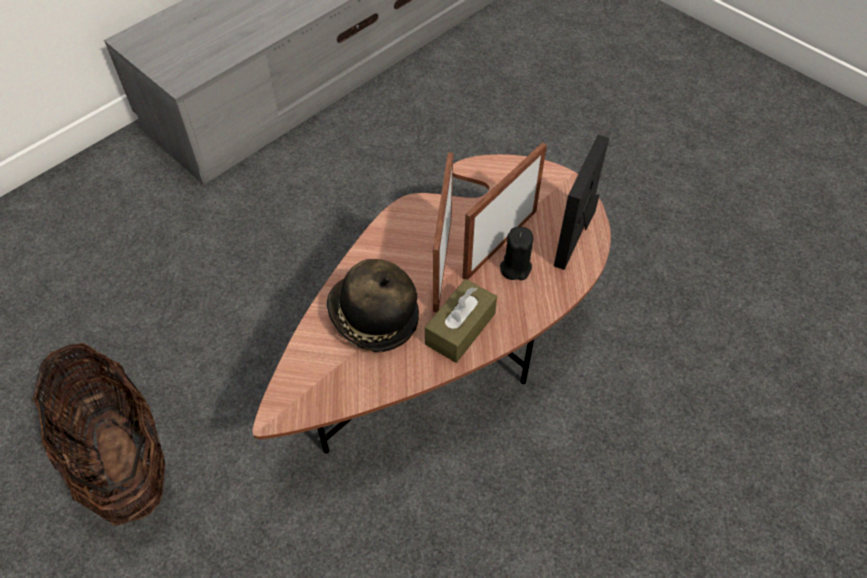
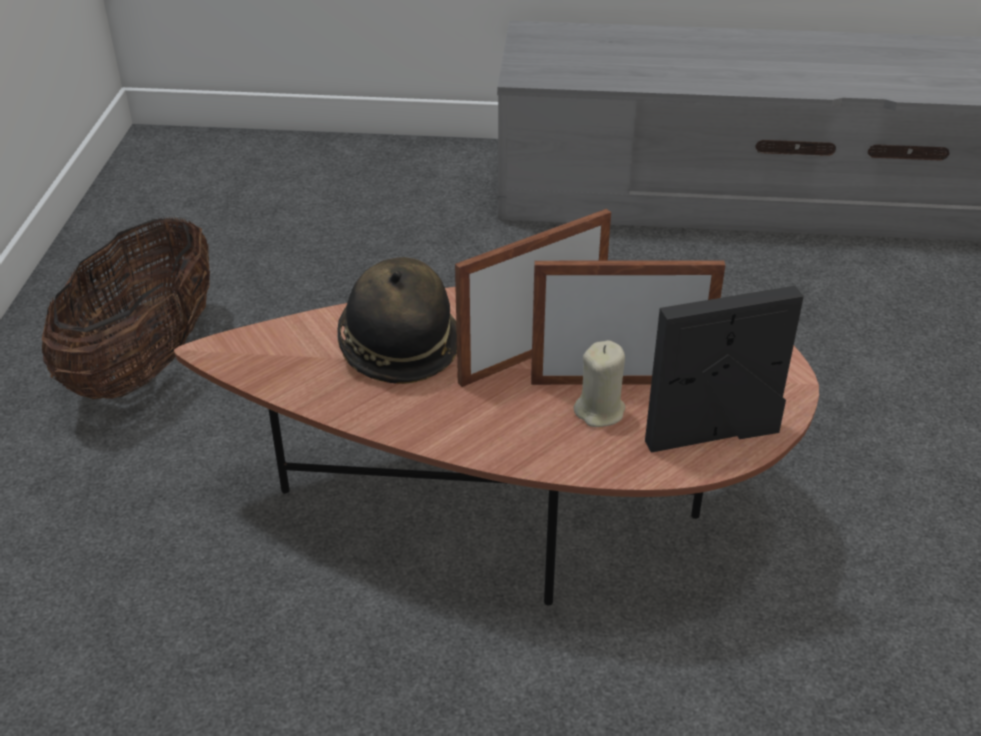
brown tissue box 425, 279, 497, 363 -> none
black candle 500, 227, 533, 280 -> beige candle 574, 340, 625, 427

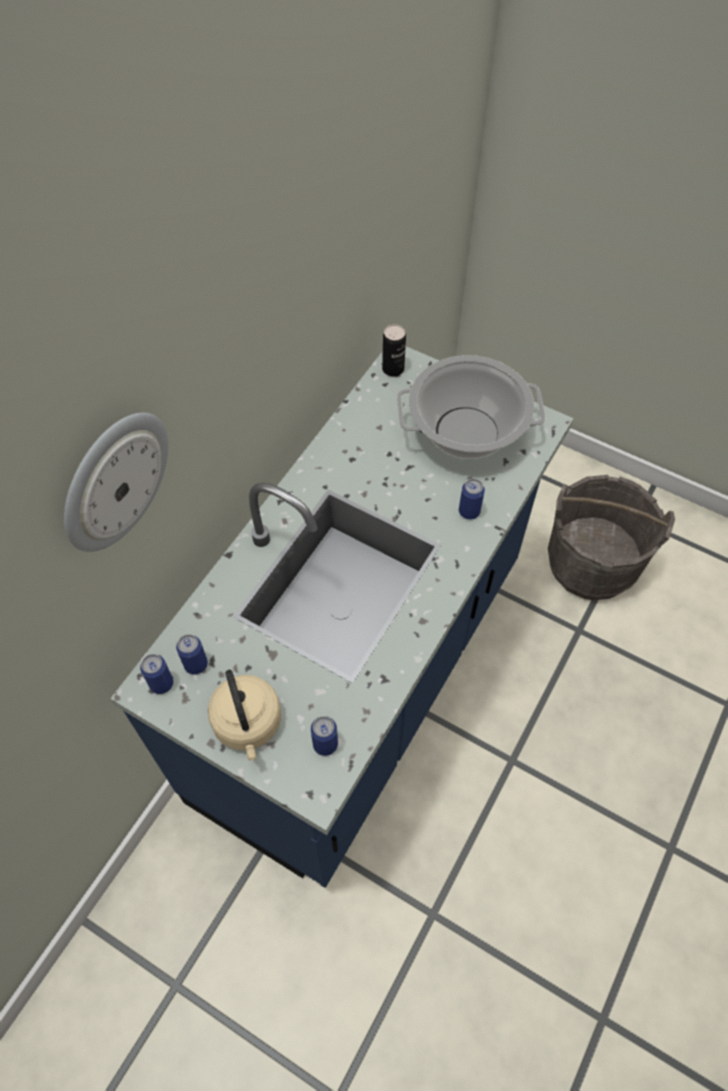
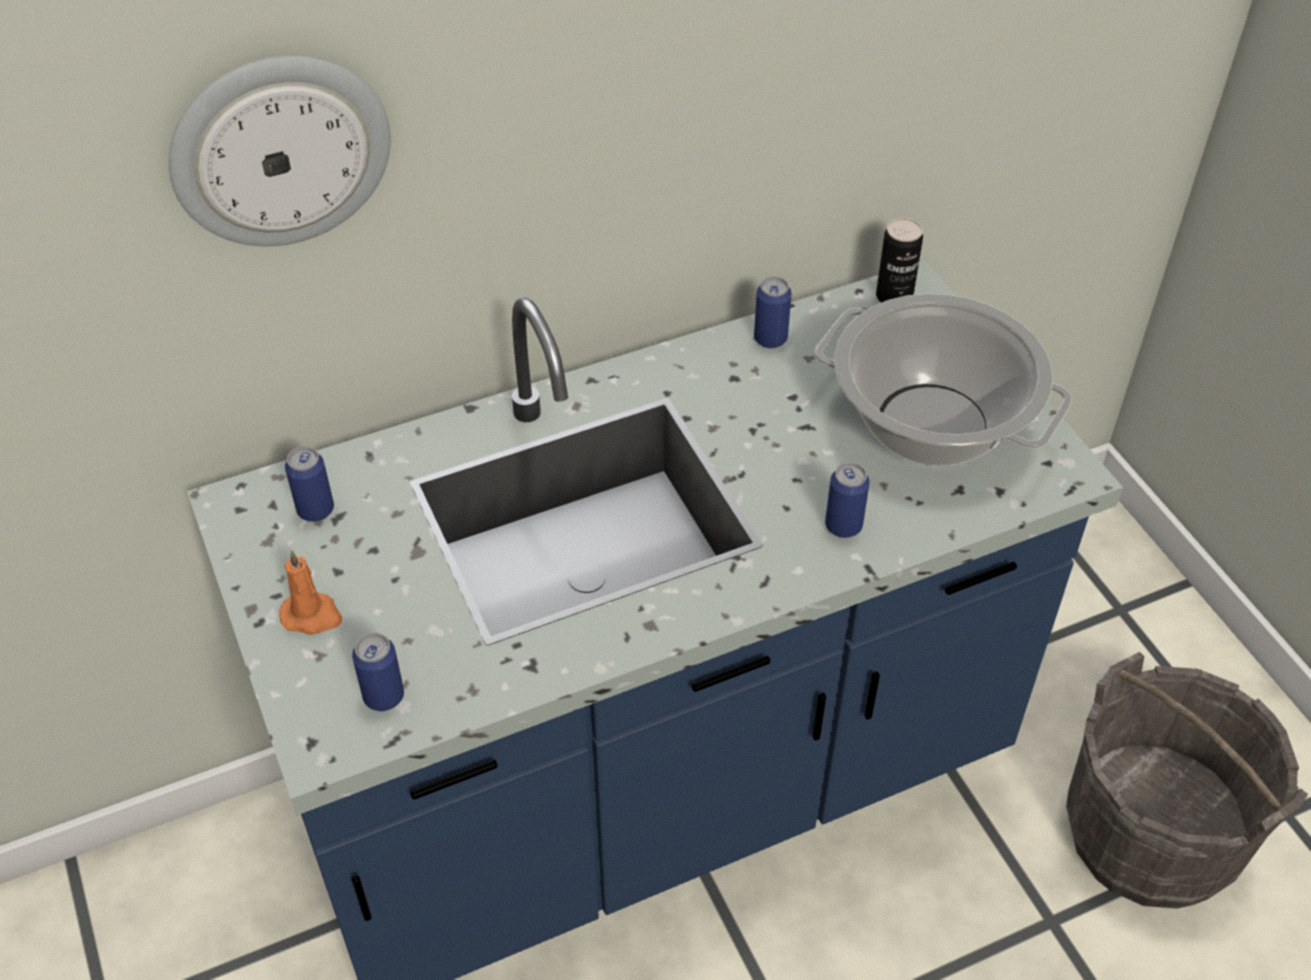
can 140, 654, 173, 694 -> can 754, 276, 792, 348, move
beige kettle 208, 670, 281, 761 -> orange candle 279, 551, 342, 635

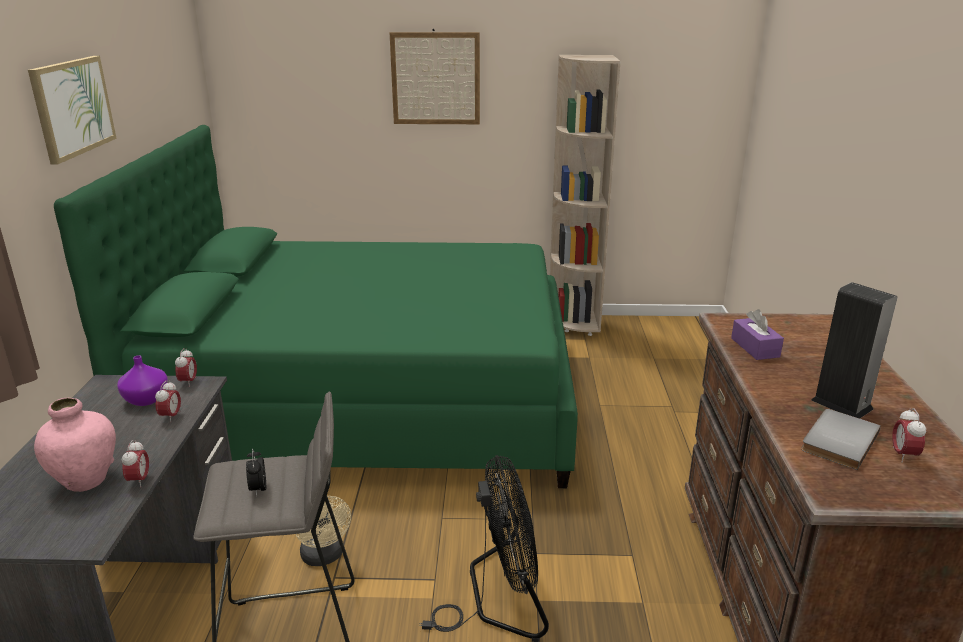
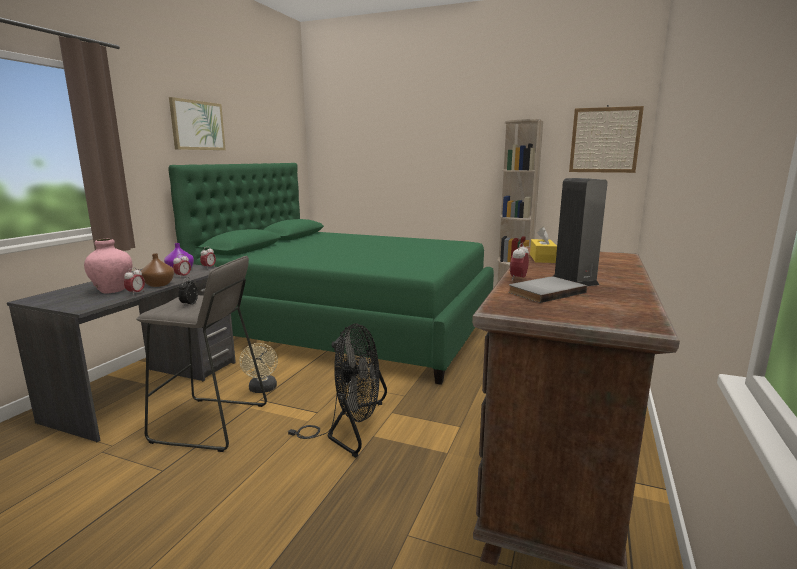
none -> brown vase 141, 254, 174, 287
picture 390, 29, 480, 124 -> picture 569, 105, 644, 173, move
alarm clock 892, 408, 926, 462 -> alarm clock 510, 243, 529, 280, move
purple tissue box 731, 309, 784, 360 -> yellow tissue box 530, 227, 557, 263

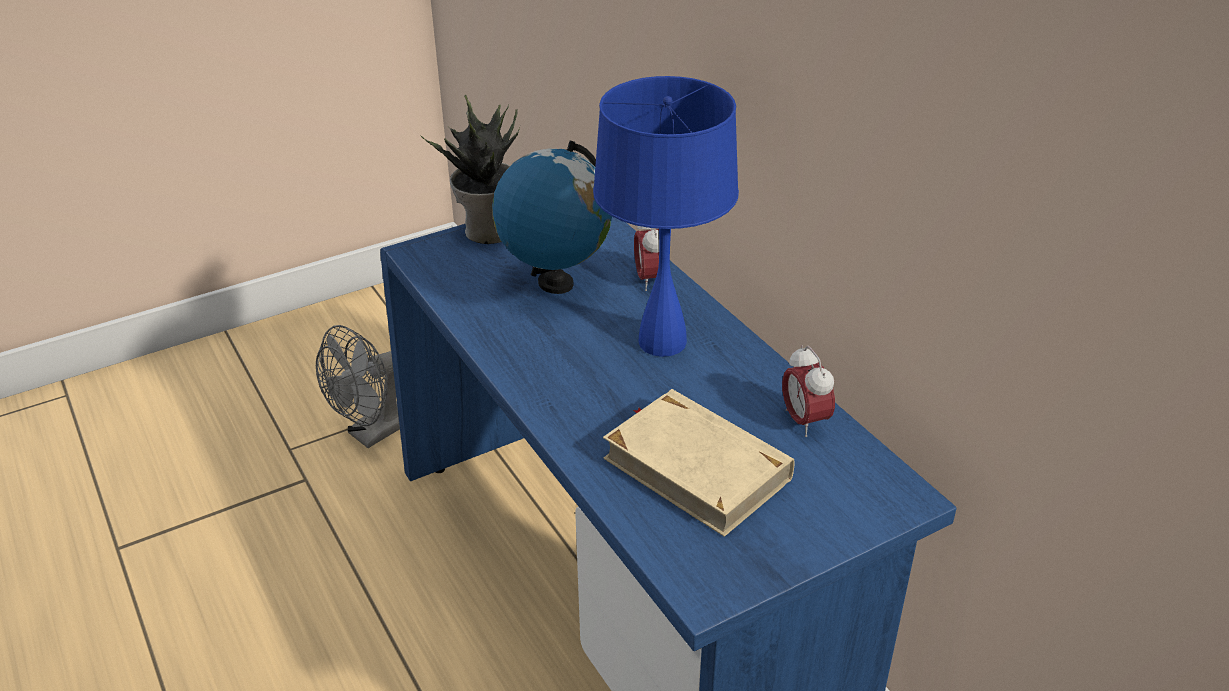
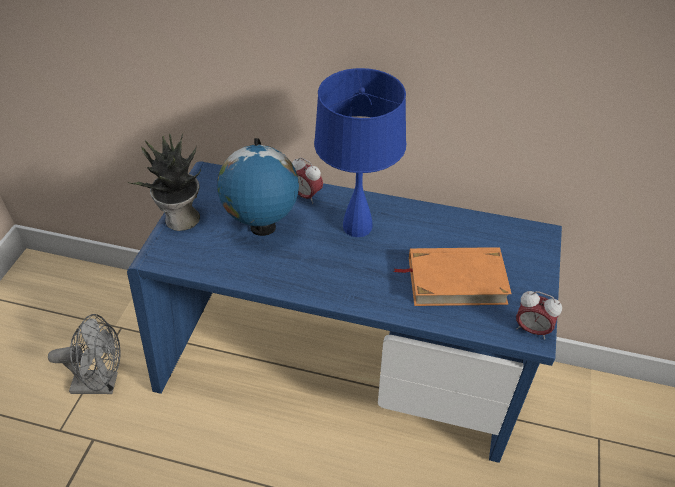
alarm clock 782, 345, 835, 437 -> alarm clock 516, 291, 562, 339, move
beige book 603, 389, 794, 537 -> orange book 393, 247, 512, 306
grey fan 316, 325, 400, 448 -> grey fan 48, 314, 120, 394, 90 degrees counterclockwise

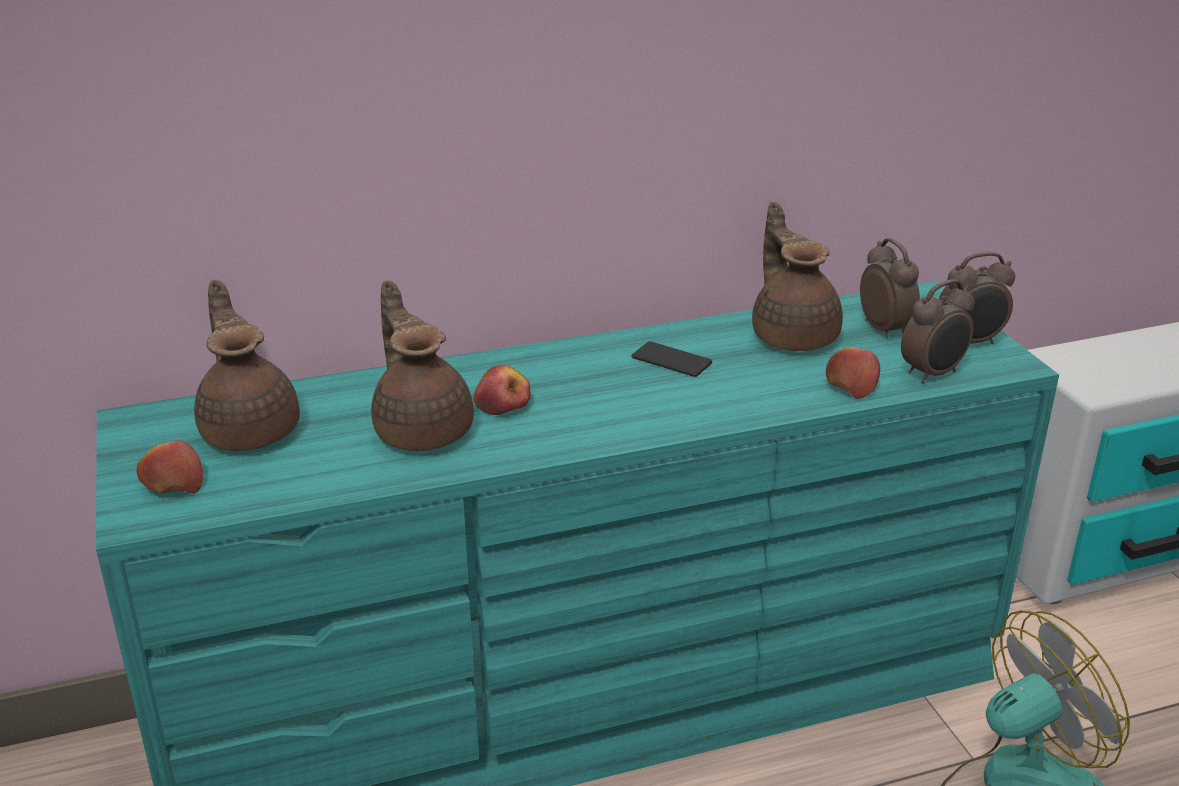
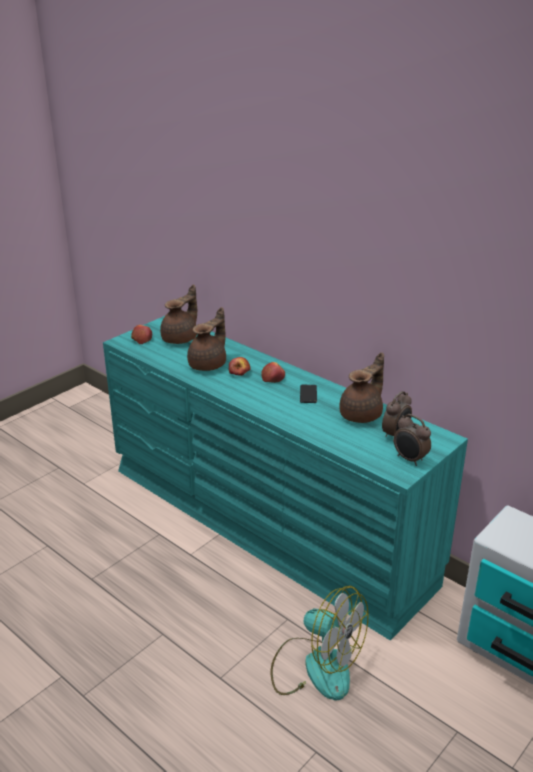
alarm clock 901, 279, 974, 384 -> none
apple 826, 347, 880, 399 -> apple 261, 362, 285, 383, move

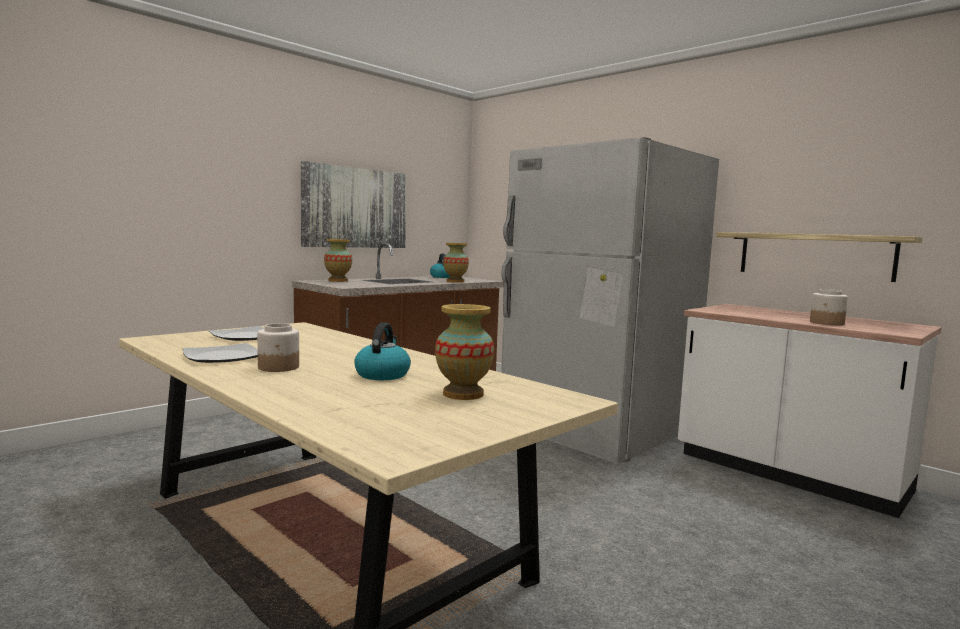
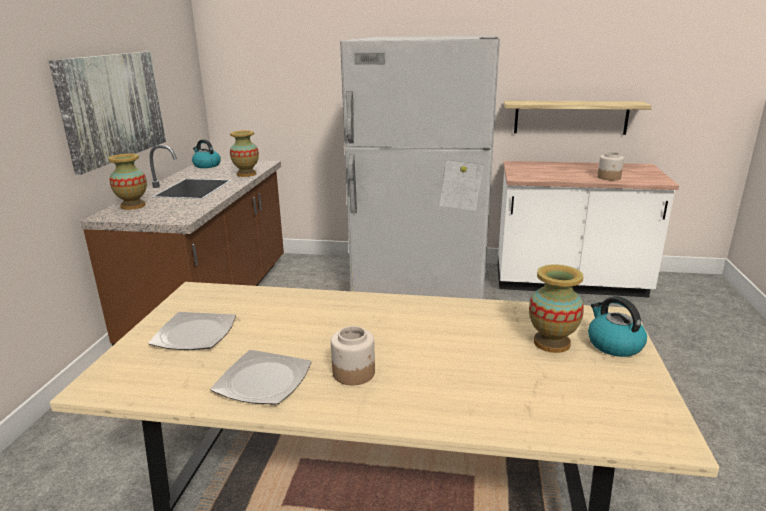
kettle 354, 323, 411, 380 -> kettle 588, 296, 647, 357, move

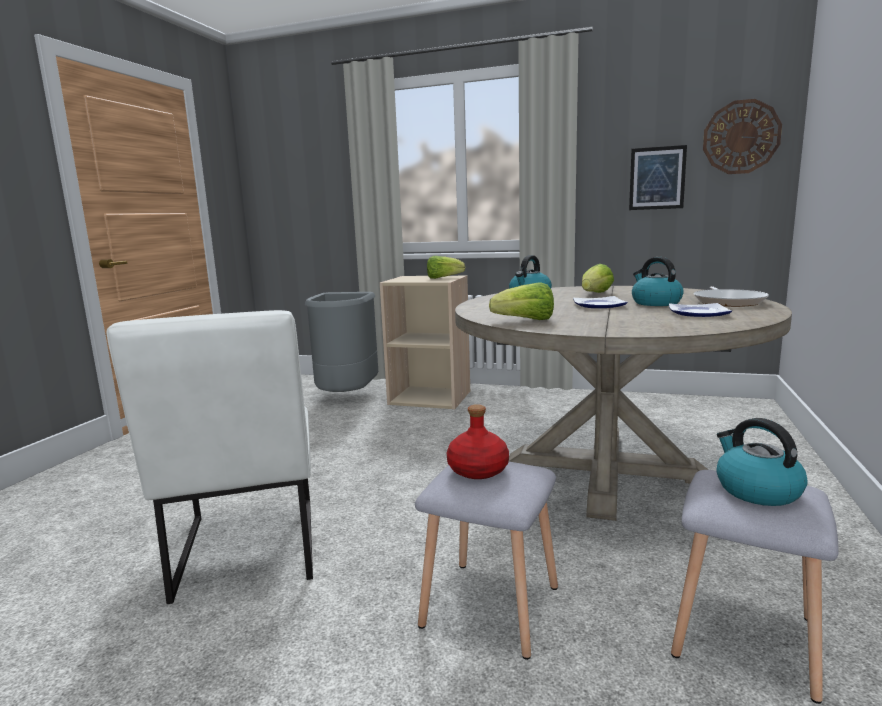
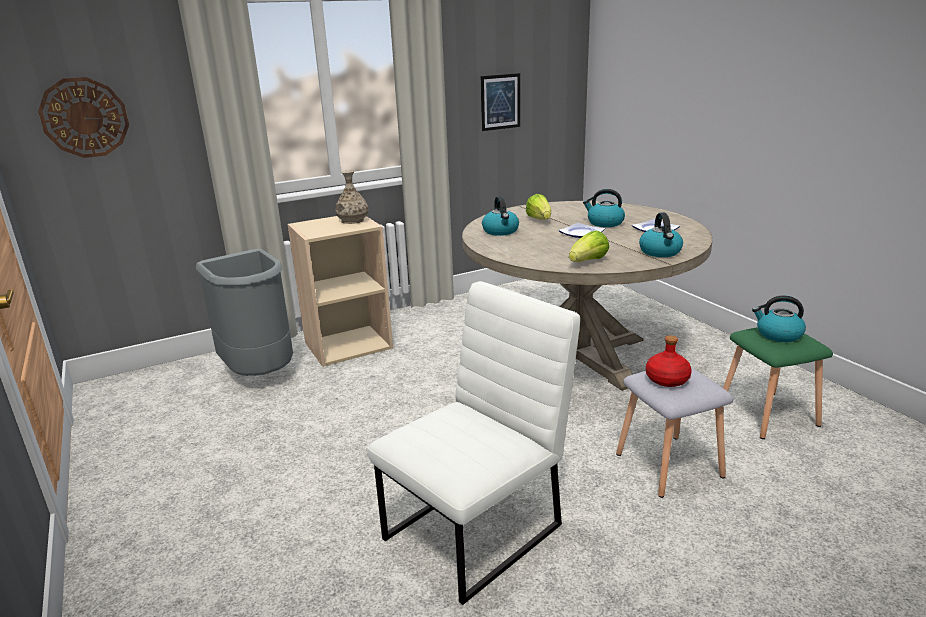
frying pan 693, 286, 769, 307 -> none
none -> kettle 639, 212, 683, 257
wall clock 703, 99, 782, 174 -> wall clock 38, 77, 129, 158, move
lettuce 427, 256, 465, 279 -> vase 335, 170, 368, 224
grey stool 671, 470, 838, 704 -> green stool 723, 327, 833, 439
white chair 107, 310, 313, 604 -> white chair 368, 281, 580, 605, 75 degrees counterclockwise

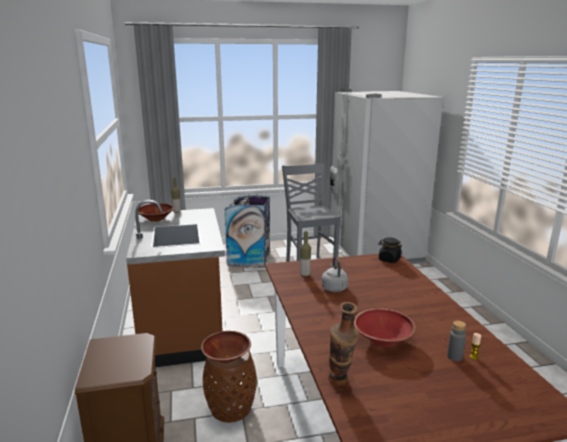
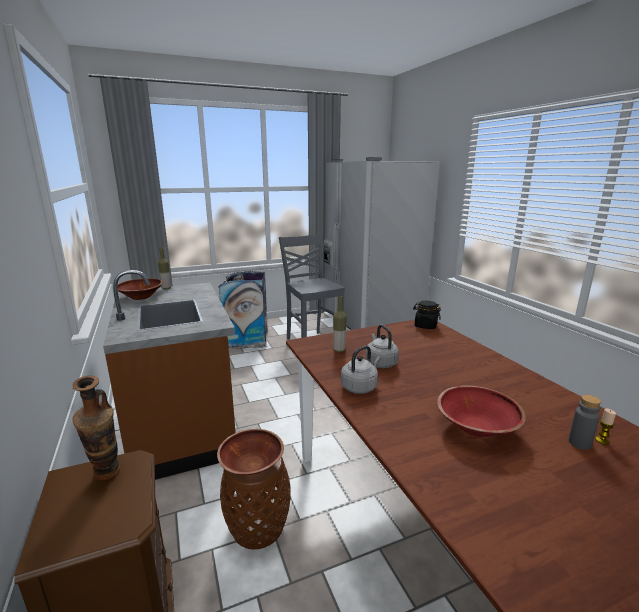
none -> grey kettle 341, 345, 380, 394
vase 328, 302, 359, 386 -> vase 72, 376, 120, 481, move

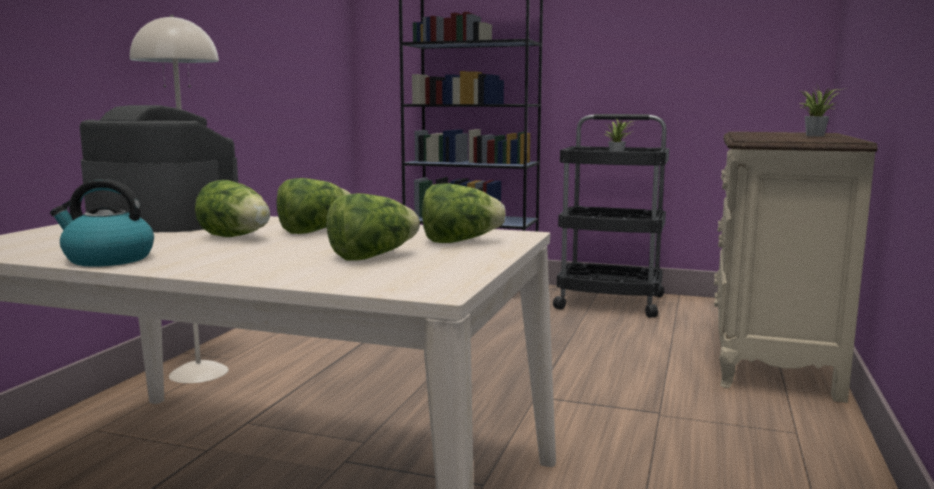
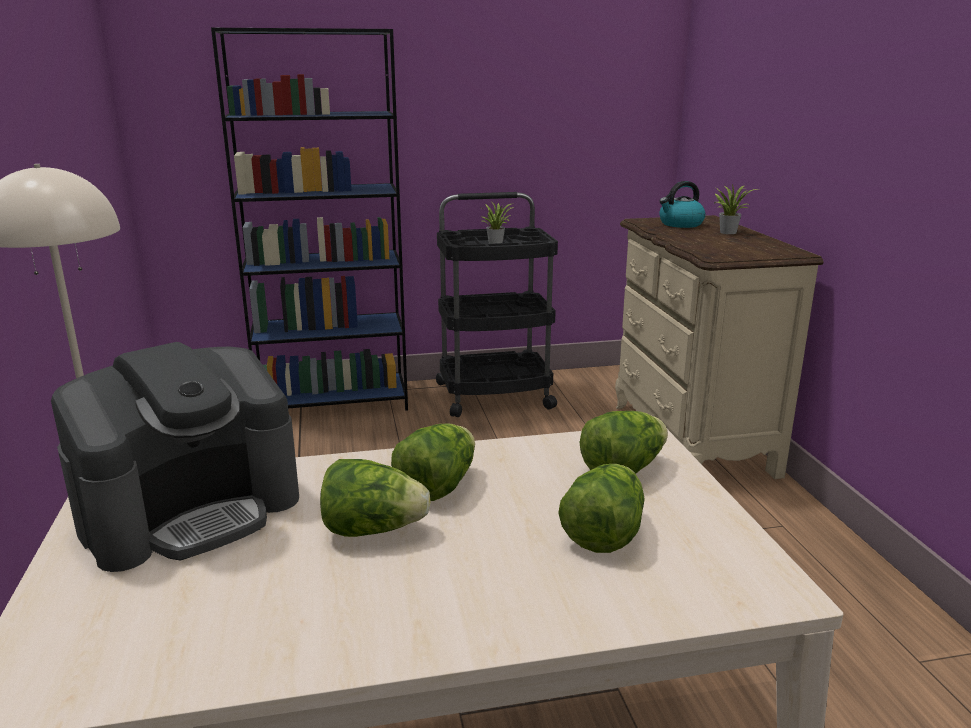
kettle 50, 179, 154, 267 -> kettle 659, 181, 706, 228, move
coffee machine 80, 105, 238, 232 -> coffee machine 51, 342, 299, 572, 150 degrees clockwise

